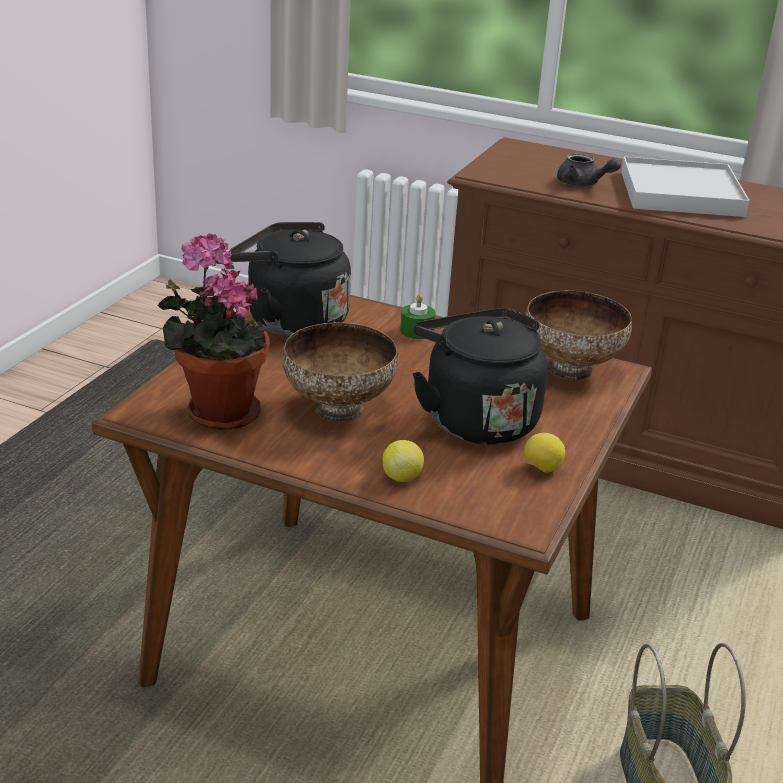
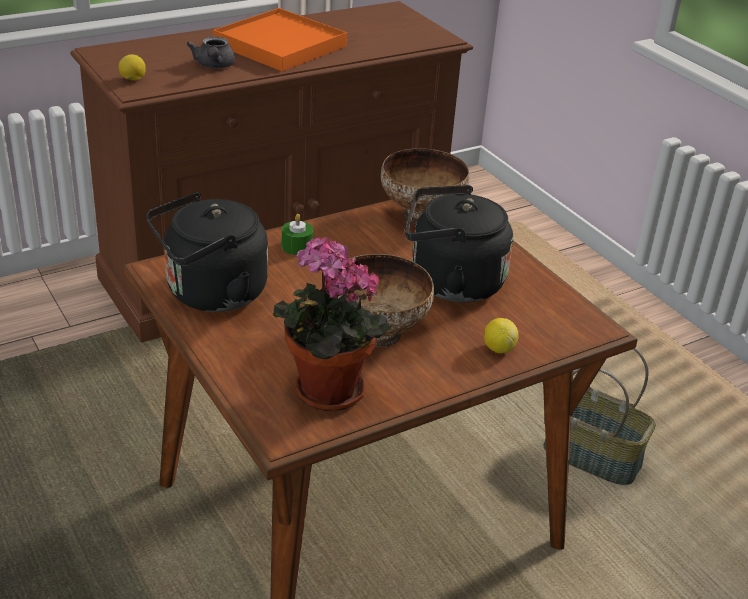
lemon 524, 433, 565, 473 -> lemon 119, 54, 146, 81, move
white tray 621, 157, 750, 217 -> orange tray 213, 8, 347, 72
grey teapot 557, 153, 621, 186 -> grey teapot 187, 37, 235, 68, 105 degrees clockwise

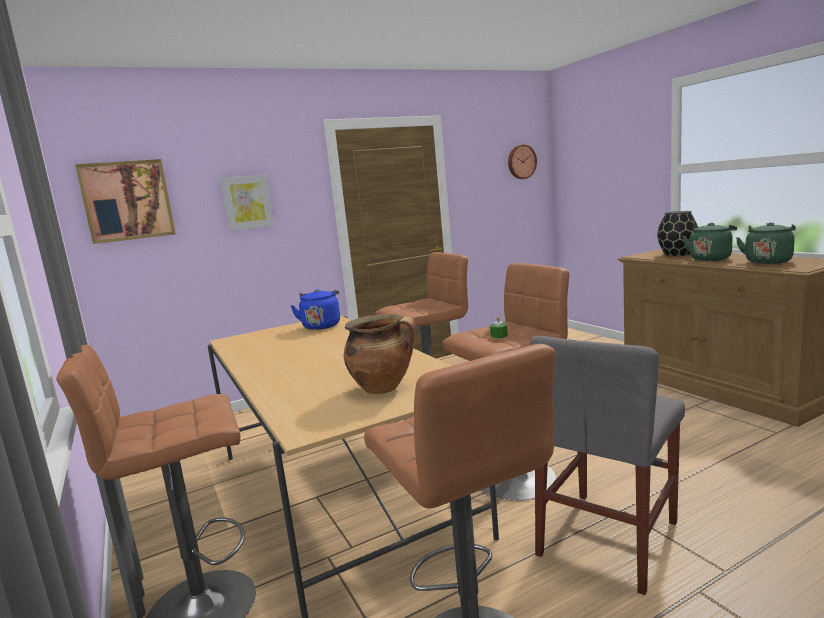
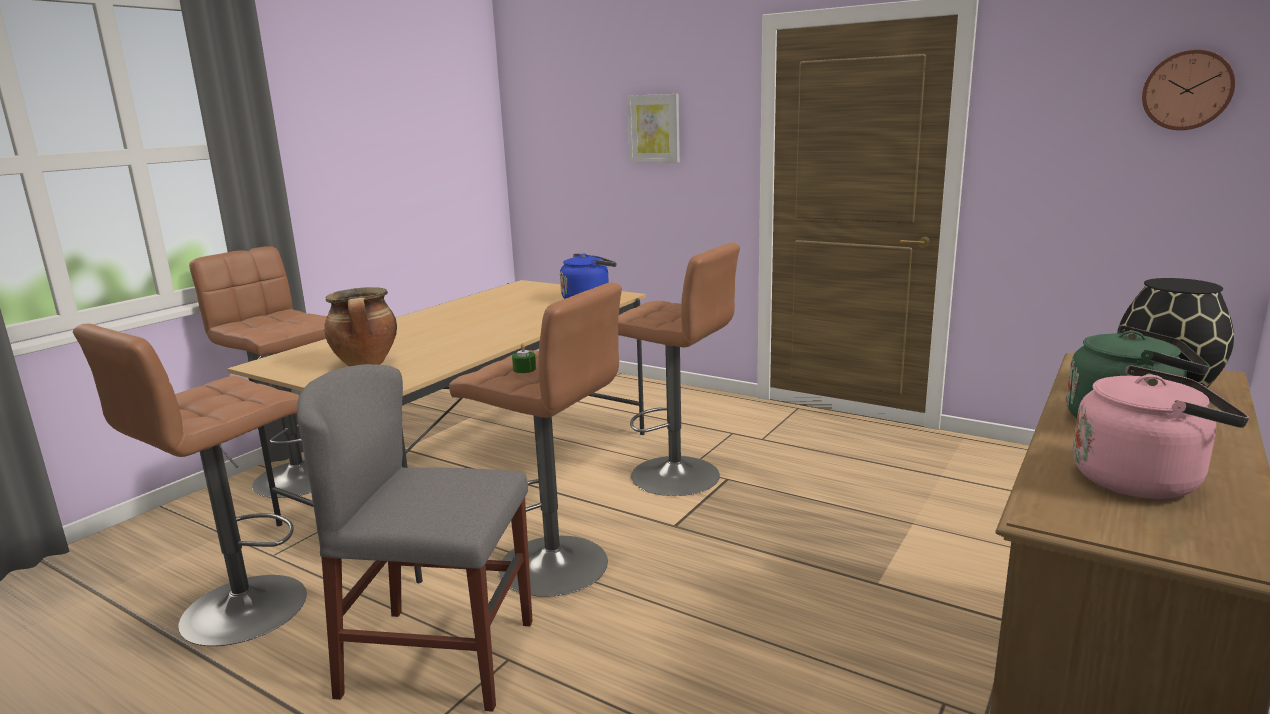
picture 75, 159, 176, 244 -> none
green kettle 736, 222, 796, 264 -> pink kettle 1073, 365, 1249, 499

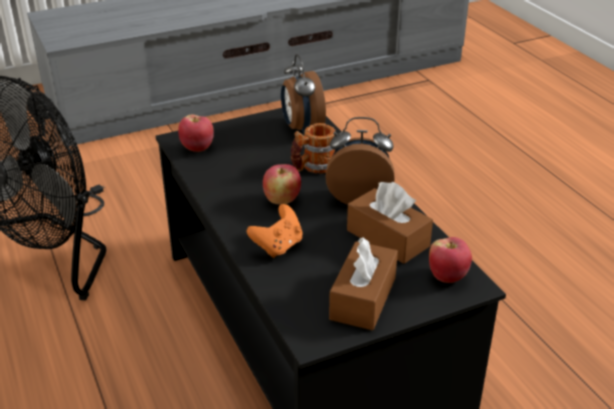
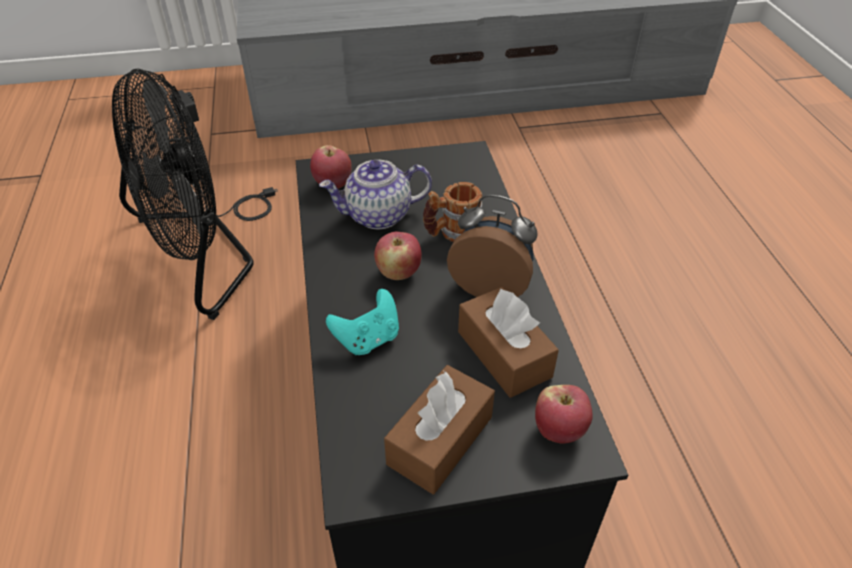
alarm clock 281, 54, 326, 135 -> none
none -> teapot 319, 160, 432, 229
orange game controller 247, 204, 303, 258 -> turquoise game controller 326, 289, 399, 355

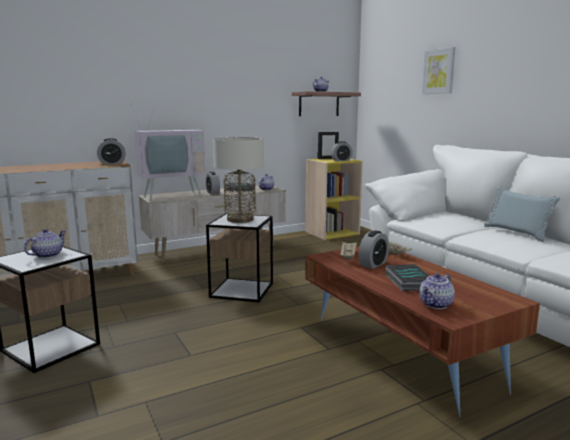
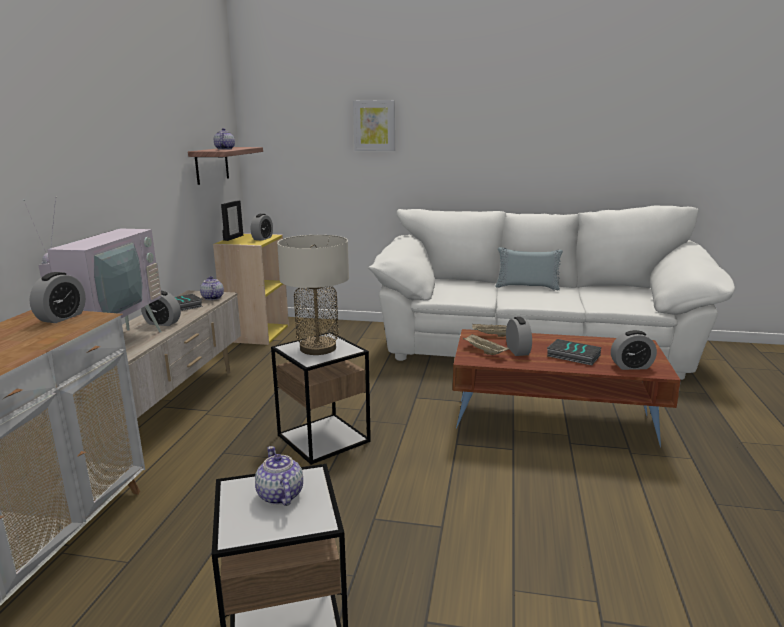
teapot 419, 273, 455, 309 -> alarm clock 611, 330, 657, 370

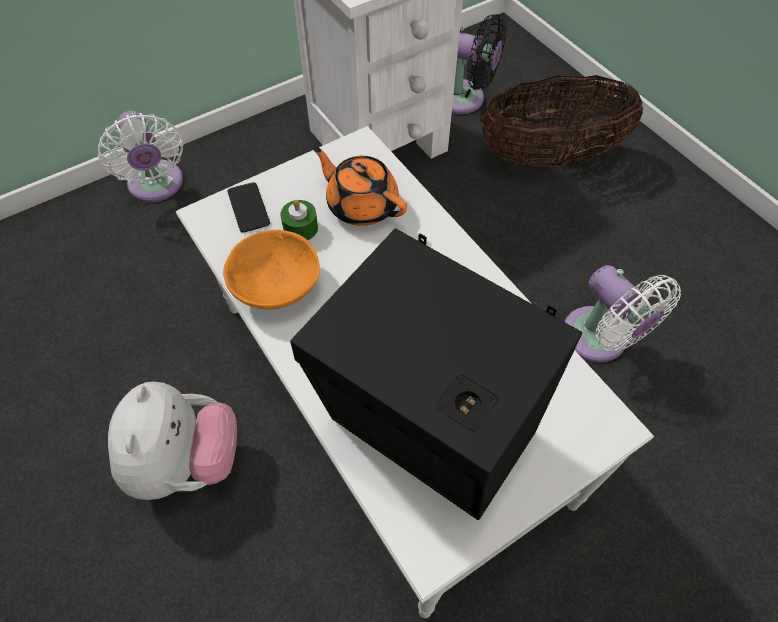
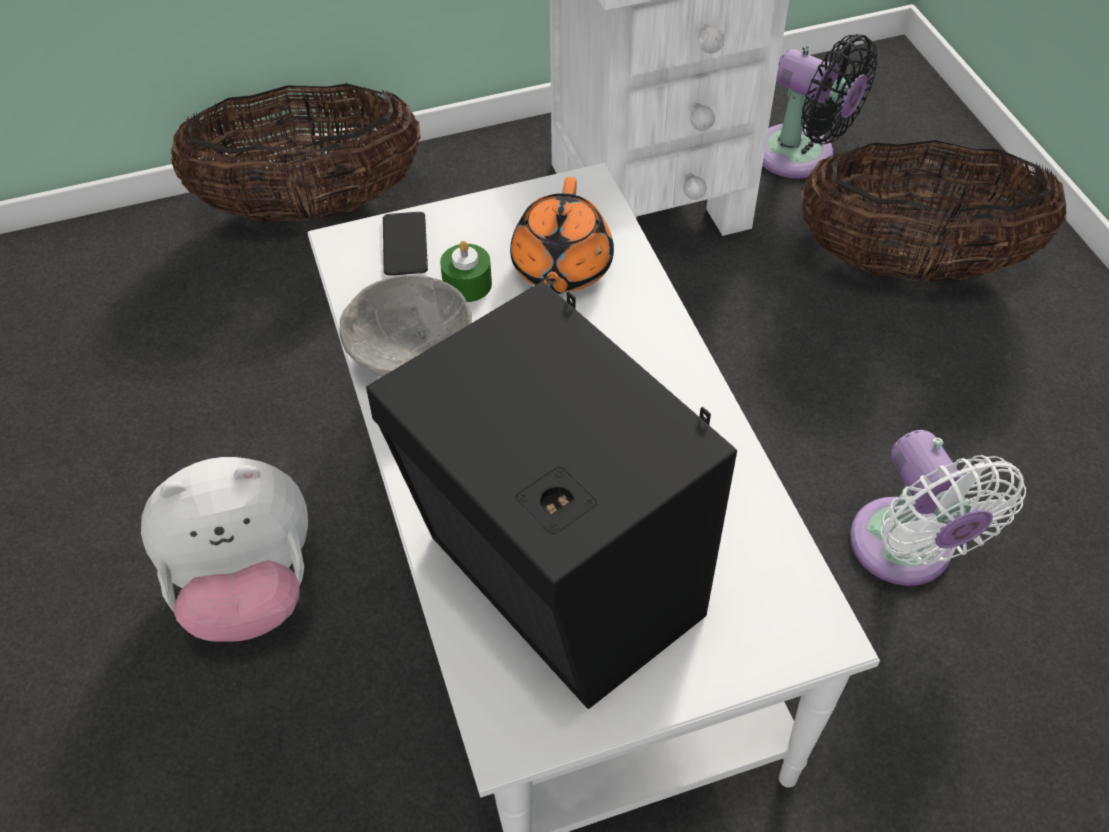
white fan 98, 110, 183, 202 -> basket 171, 83, 421, 222
orange bowl 223, 230, 320, 310 -> grey bowl 339, 275, 472, 377
plush toy 108, 382, 237, 500 -> plush toy 141, 457, 308, 642, 60 degrees clockwise
orange teapot 313, 147, 407, 226 -> orange teapot 510, 177, 614, 294, 135 degrees counterclockwise

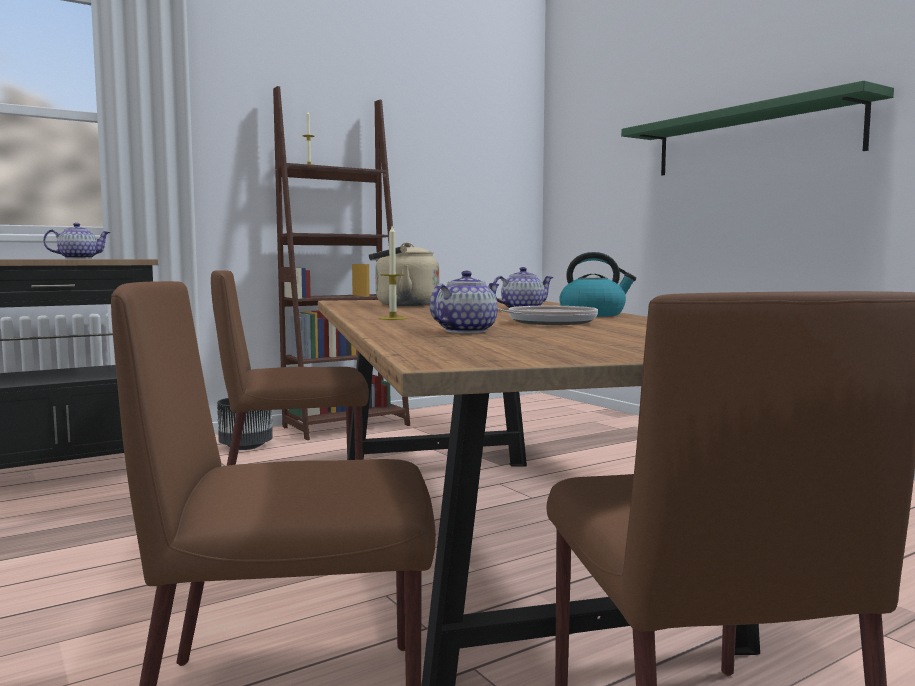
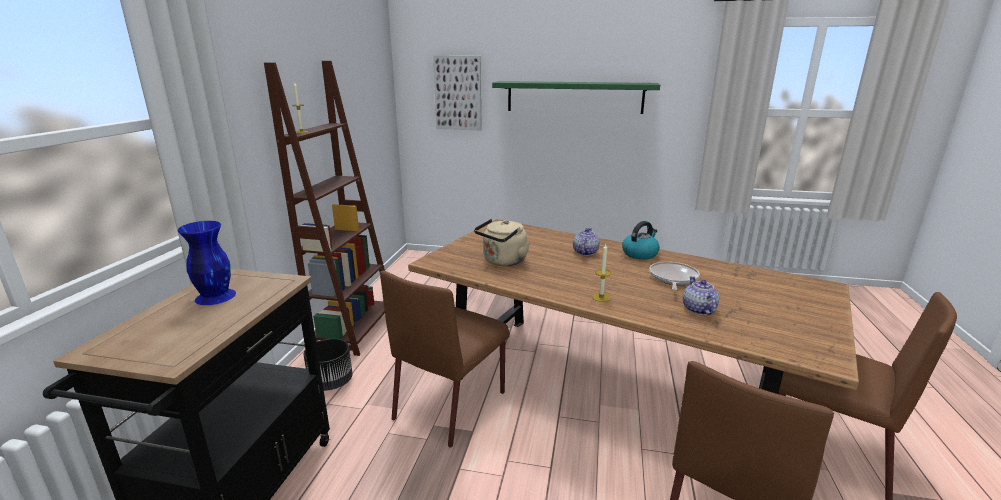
none -> picture 433, 56, 482, 130
teapot 43, 223, 111, 259 -> blue vase 178, 221, 236, 305

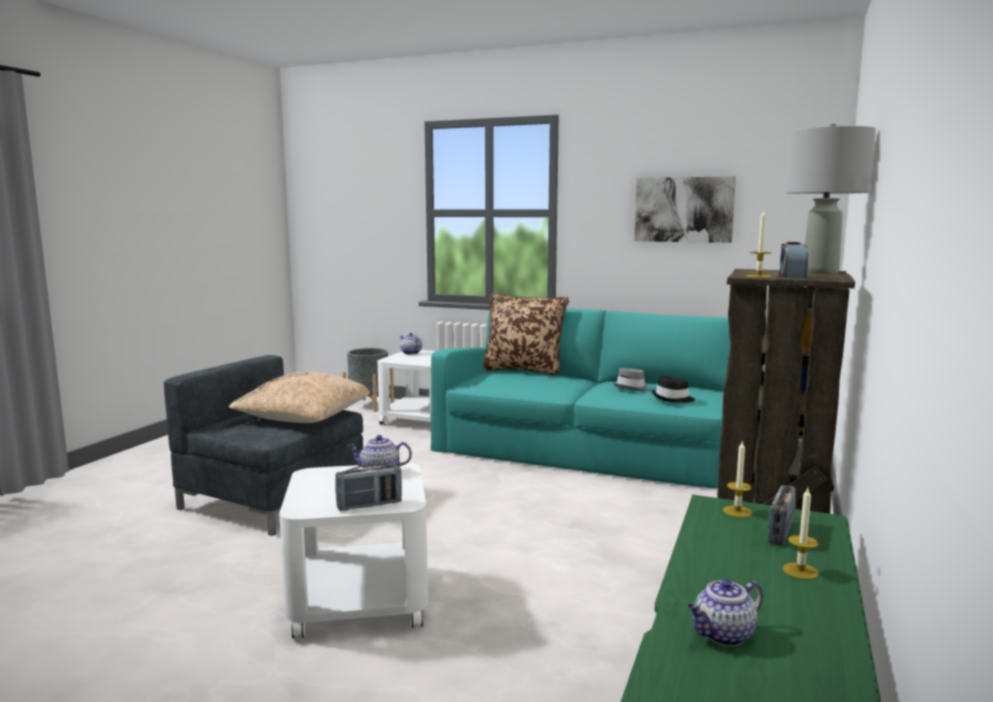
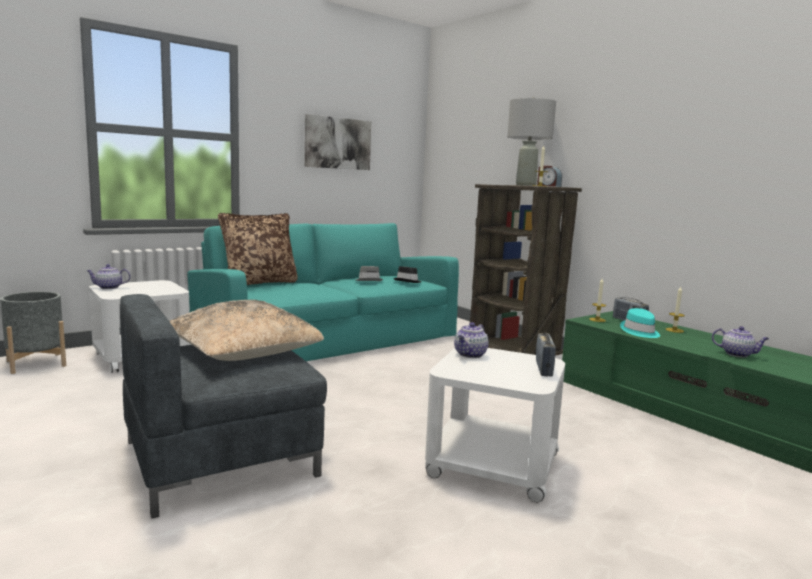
none -> turquoise hat 620, 308, 660, 338
teapot 687, 579, 763, 646 -> teapot 712, 326, 769, 357, 60 degrees counterclockwise

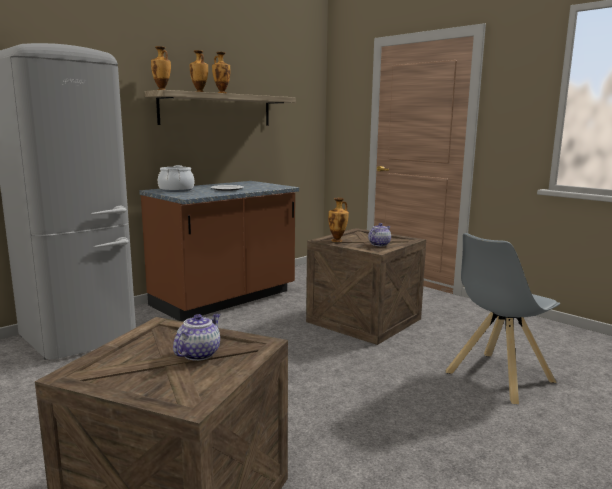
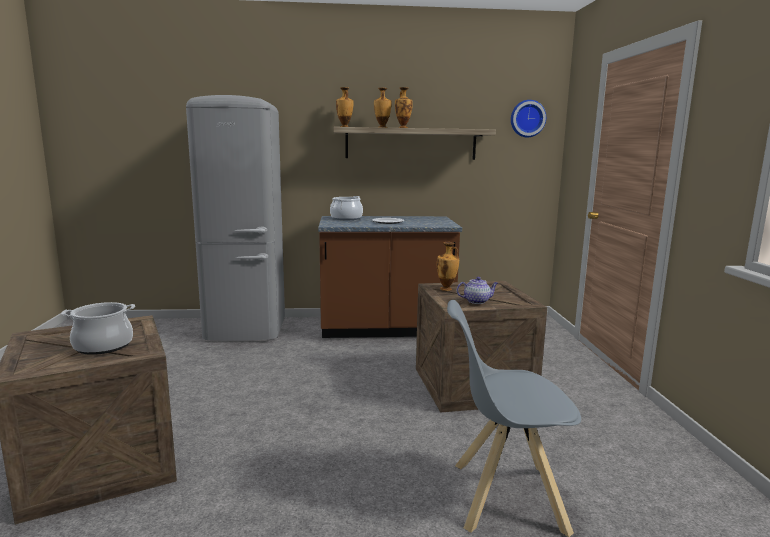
none -> wall clock 511, 100, 546, 137
teapot 173, 314, 220, 361 -> cooking pot 61, 302, 135, 355

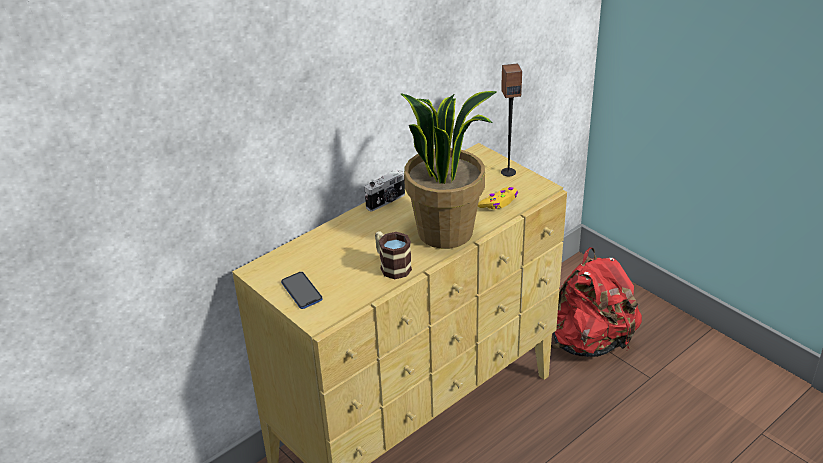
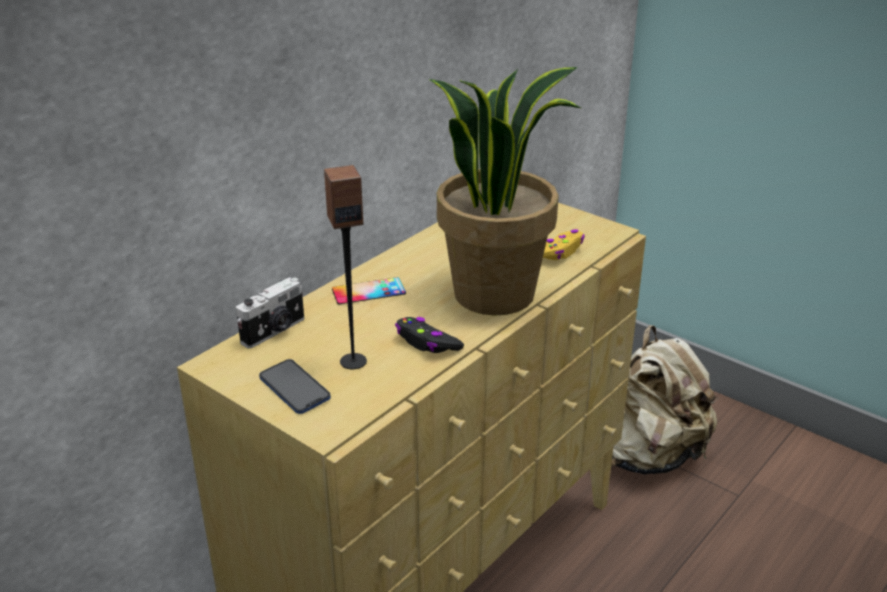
none -> phone 332, 277, 406, 304
photo camera 365, 169, 405, 212 -> photo camera 236, 277, 304, 349, move
speaker 501, 63, 522, 176 -> speaker 324, 165, 367, 369, move
mug 375, 231, 412, 279 -> black game controller 395, 317, 464, 353
red backpack 551, 247, 642, 357 -> beige backpack 611, 325, 719, 475

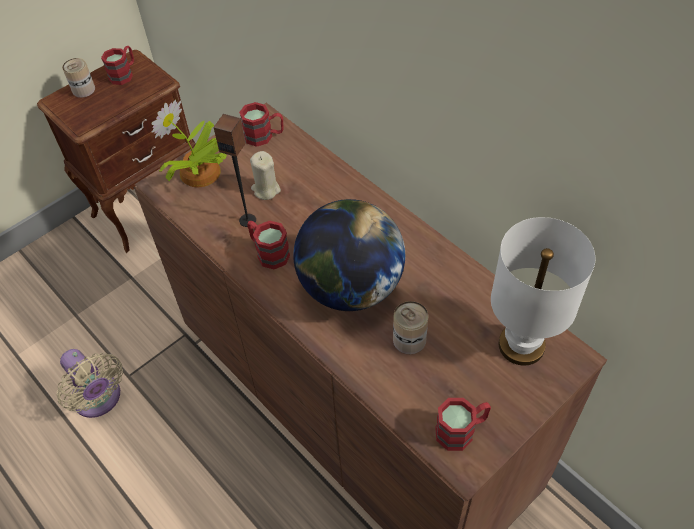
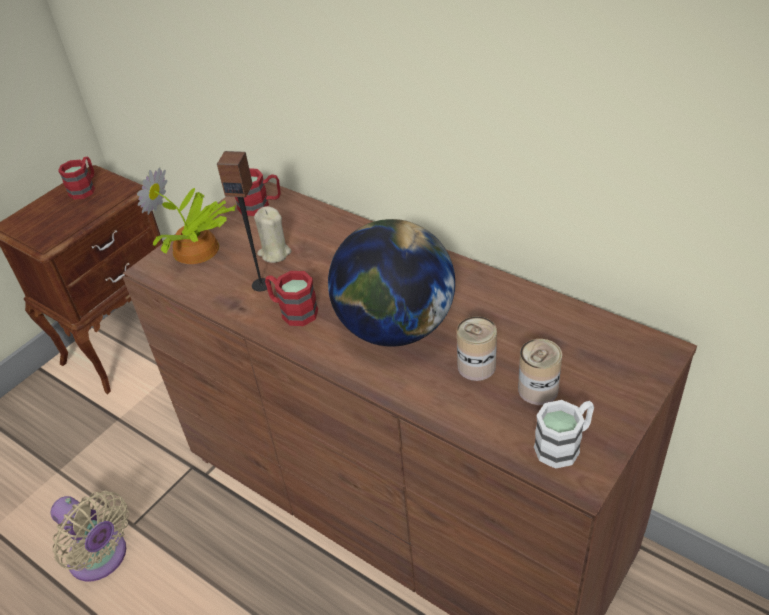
white table lamp 491, 217, 595, 365 -> none
can 62, 58, 95, 98 -> can 518, 339, 562, 405, move
red mug 435, 398, 491, 451 -> white mug 534, 400, 594, 469

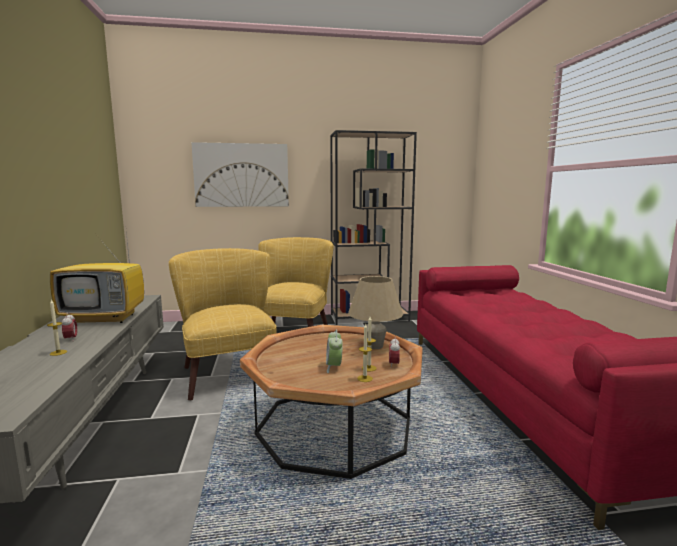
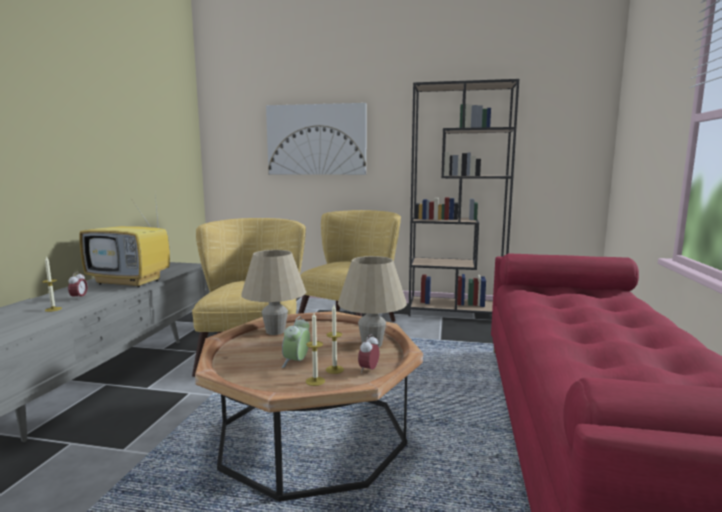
none -> beige table lamp 241, 250, 306, 335

